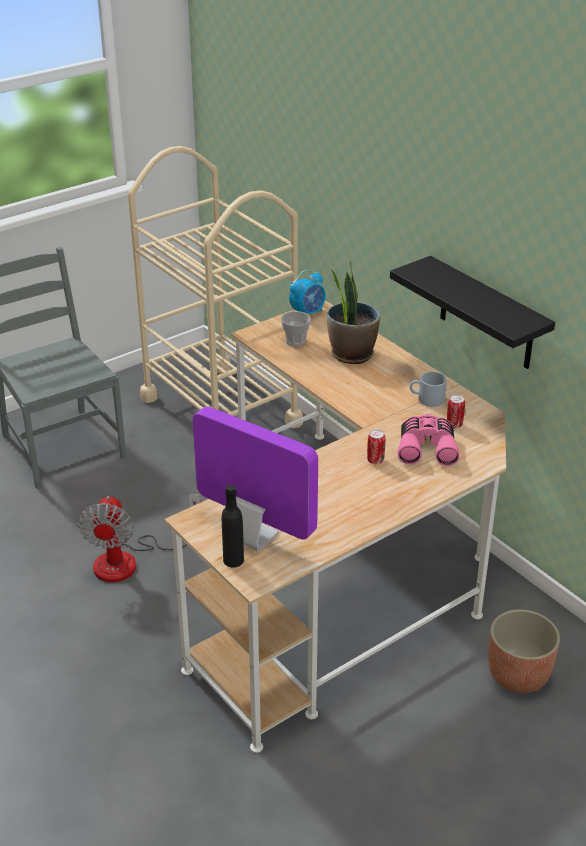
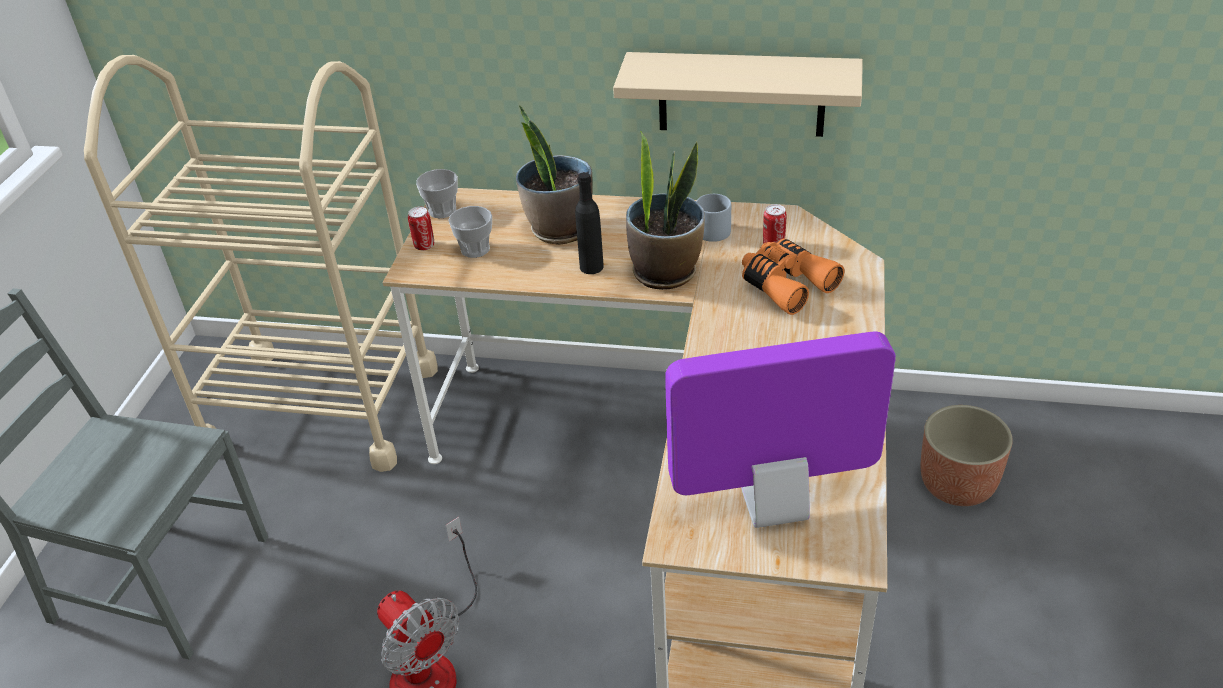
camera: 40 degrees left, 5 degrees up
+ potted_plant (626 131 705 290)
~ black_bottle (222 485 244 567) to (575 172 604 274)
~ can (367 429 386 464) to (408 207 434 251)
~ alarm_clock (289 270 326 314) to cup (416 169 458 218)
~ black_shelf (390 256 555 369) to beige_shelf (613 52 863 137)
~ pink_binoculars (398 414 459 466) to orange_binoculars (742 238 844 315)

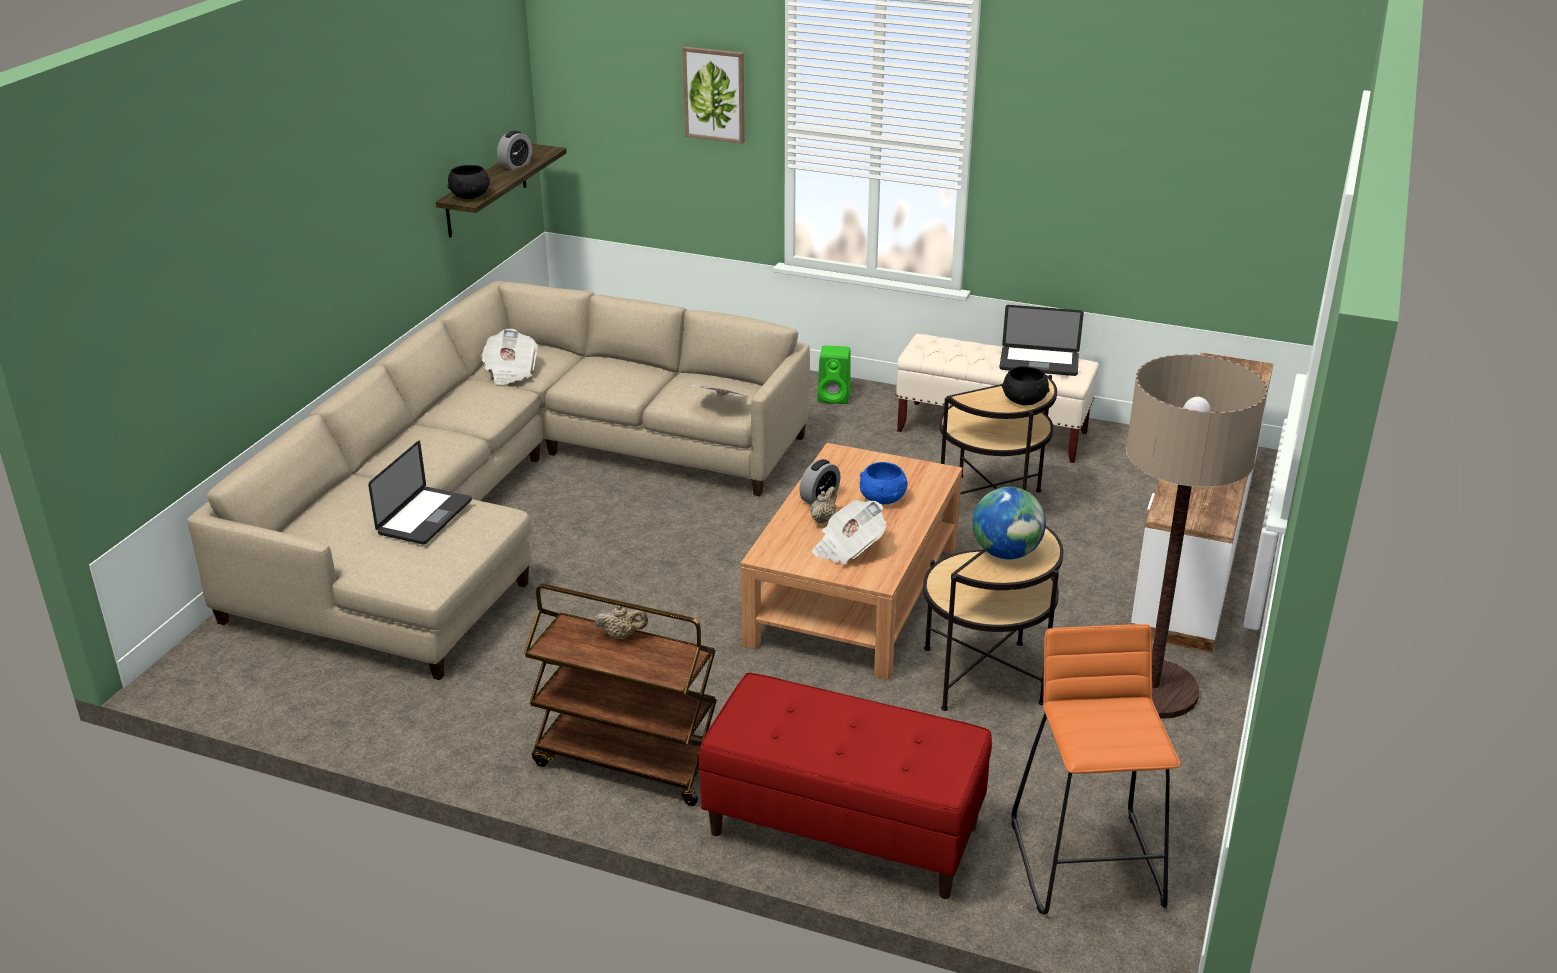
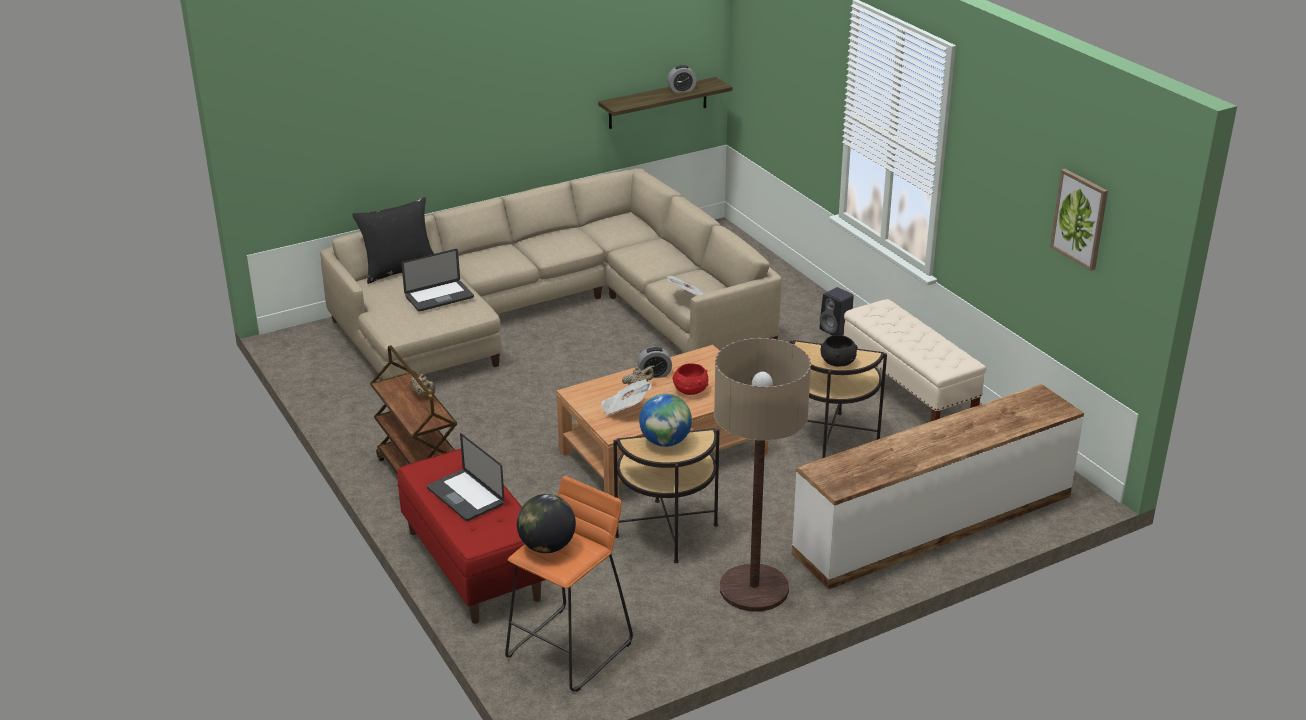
camera: 40 degrees right, 0 degrees up
- black_bowl (448 165 490 199)
- newspaper (481 329 538 385)
+ black_pillow (352 197 434 284)
+ globe (517 494 576 553)
~ picture (683 47 745 144) to (1050 169 1108 271)
~ laptop (1000 305 1084 376) to (427 433 504 521)
~ green_speaker (818 345 851 404) to black_speaker (820 287 854 335)
~ blue_bowl (860 462 907 504) to red_bowl (672 363 708 395)

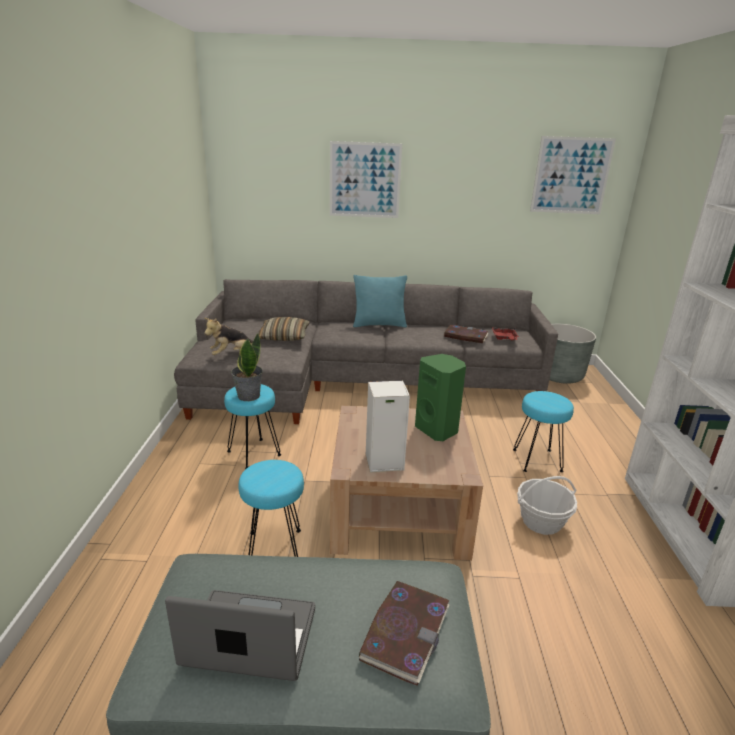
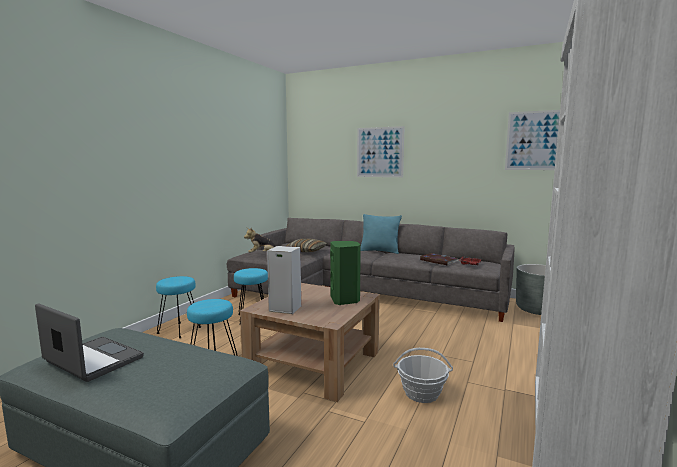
camera: 25 degrees right, 15 degrees down
- potted_plant (231 333 263 401)
- book (359 581 450 686)
~ turquoise_stool (513 391 574 472) to (156 276 201 338)

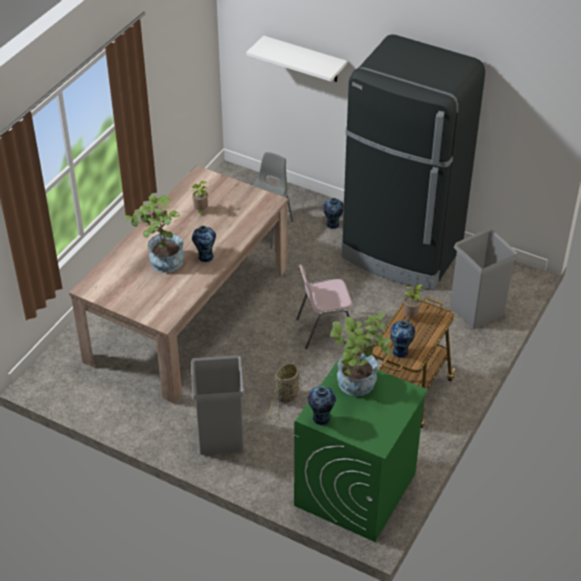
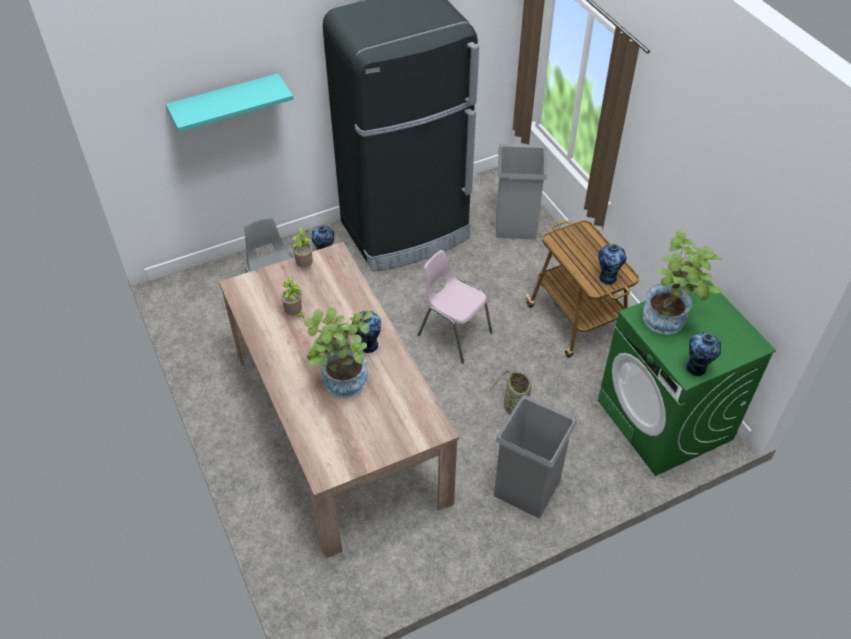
camera: 55 degrees left, 5 degrees up
~ potted_plant (404 284 423 317) to (292 227 313 268)
~ white_shelf (246 36 347 82) to turquoise_shelf (166 74 294 132)
~ pink_chair (296 265 353 349) = (418 250 493 364) 105 degrees clockwise

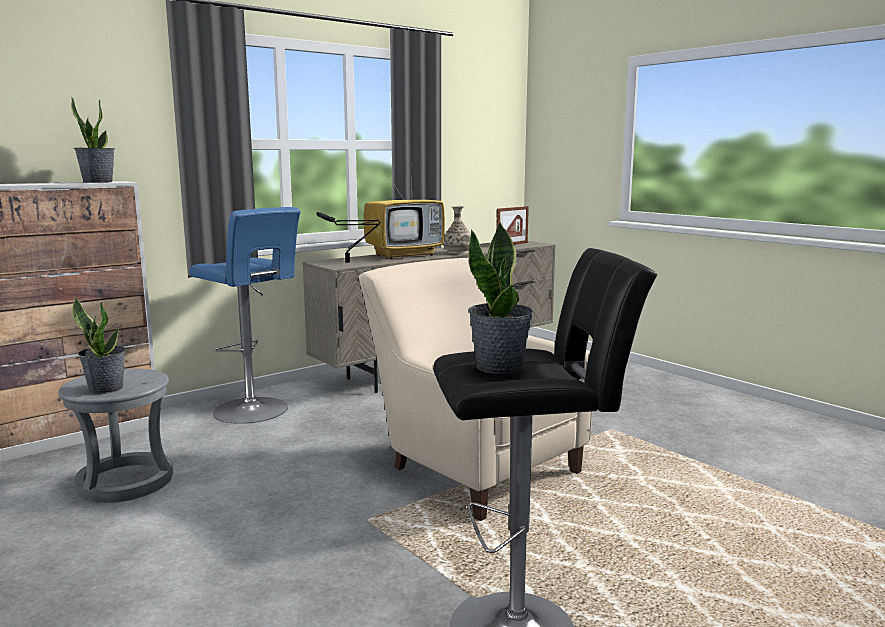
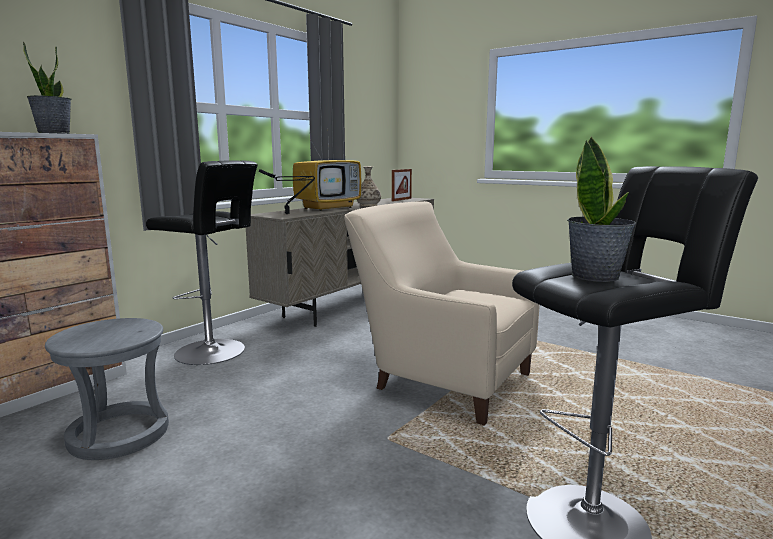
camera: 15 degrees left, 0 degrees up
- potted_plant (72 297 126 394)
~ blue_stool (189 207 301 424) to black_stool (146 160 258 365)

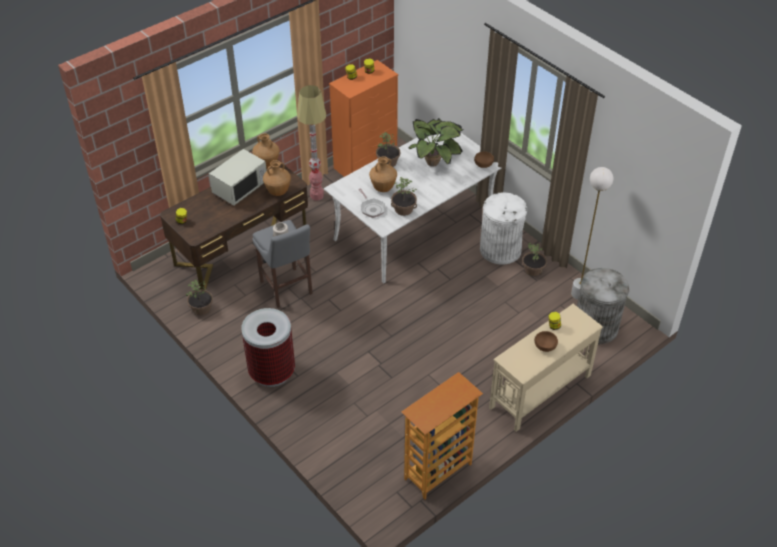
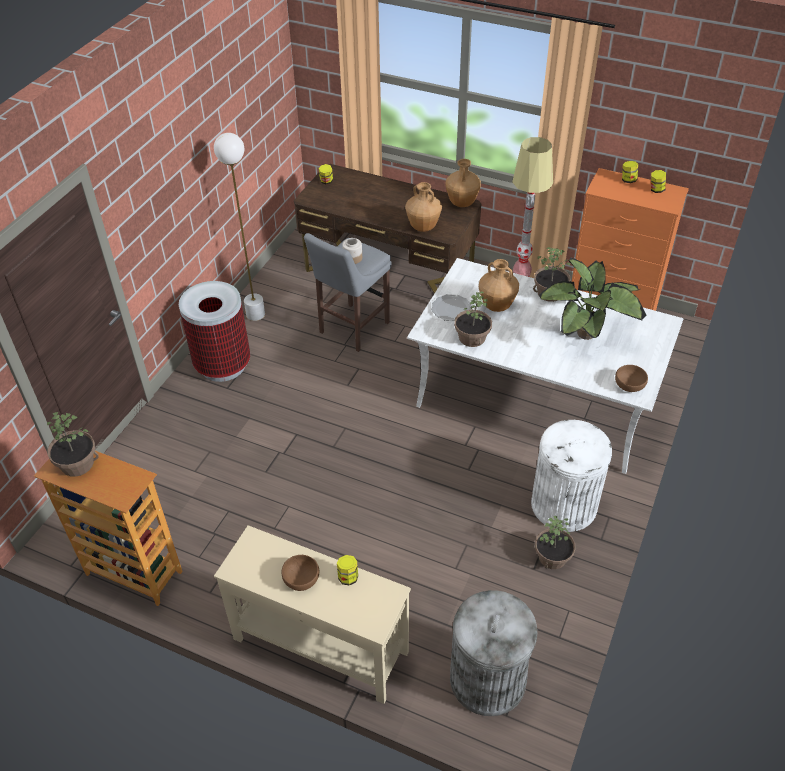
camera: 65 degrees right, 0 degrees up
- white_microwave (209 149 267 206)
~ potted_plant (186 280 213 315) to (47 412 99 477)
~ white_floor_lamp (571 167 614 300) to (214 133 265 321)
~ frying_pan (358 188 385 218) to plate (431 294 472 321)

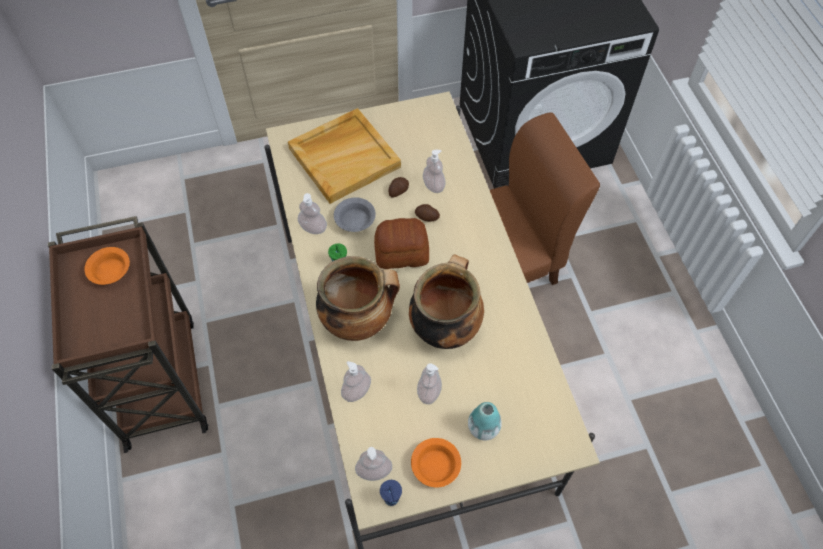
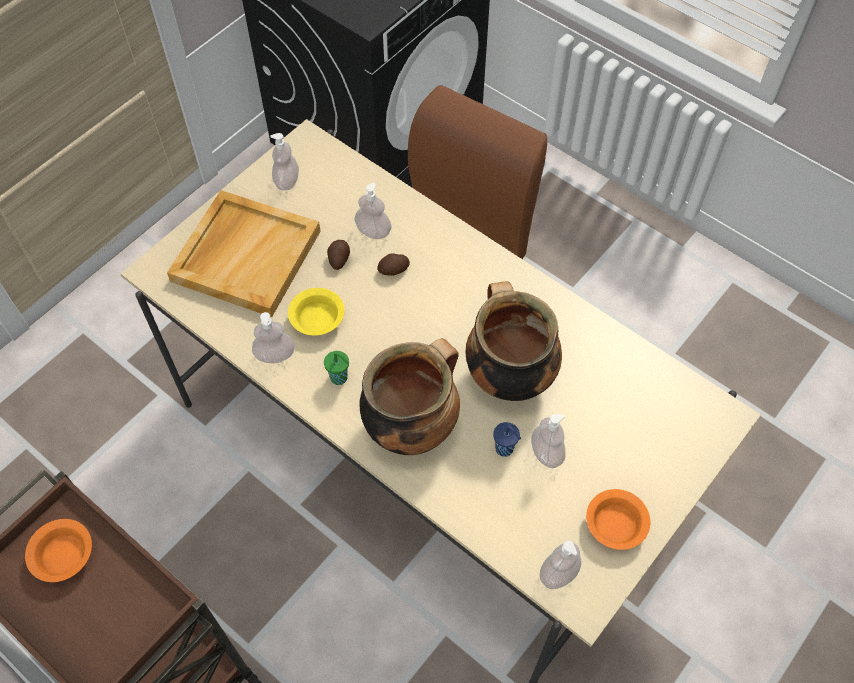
camera: 35 degrees left, 0 degrees up
- bread (374 218 429 269)
- vase (468 402 502 440)
~ soap_dispenser (341 361 371 402) to (270 133 299 191)
~ blue_cup (380 480 402 506) to (493 422 521 457)
~ grey_bowl (334 197 376 232) to yellow_bowl (288 288 344 335)

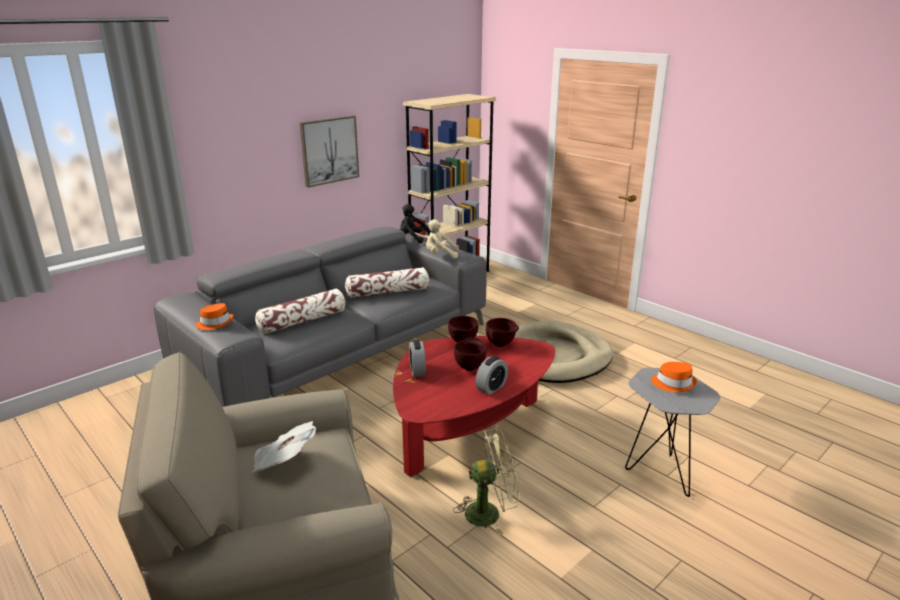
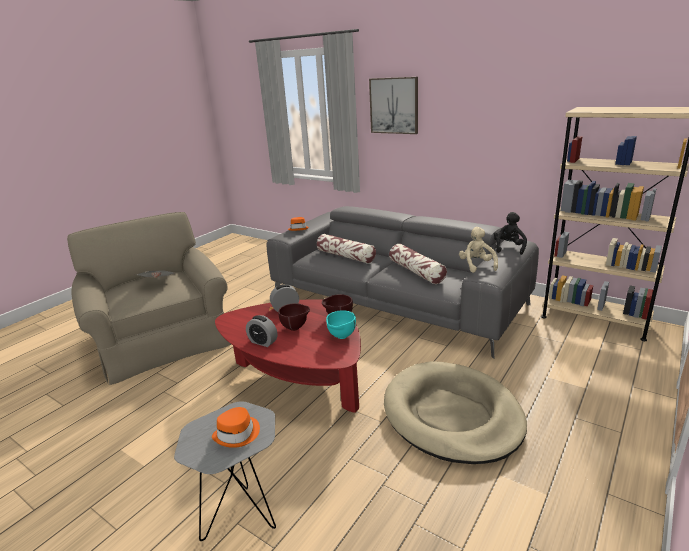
camera: 80 degrees right, 0 degrees up
- green_fan (453 428 520 535)
~ picture (300 116 359 188) to (369 77 418 134)
~ brown_bowl (486 318 519 347) to turquoise_bowl (326 310 356 339)

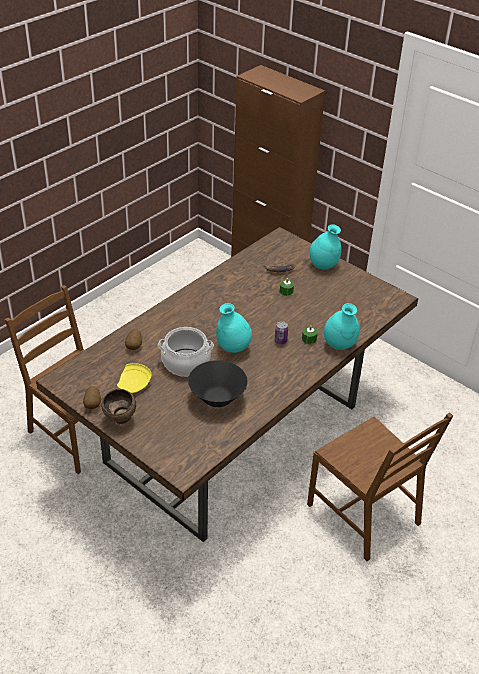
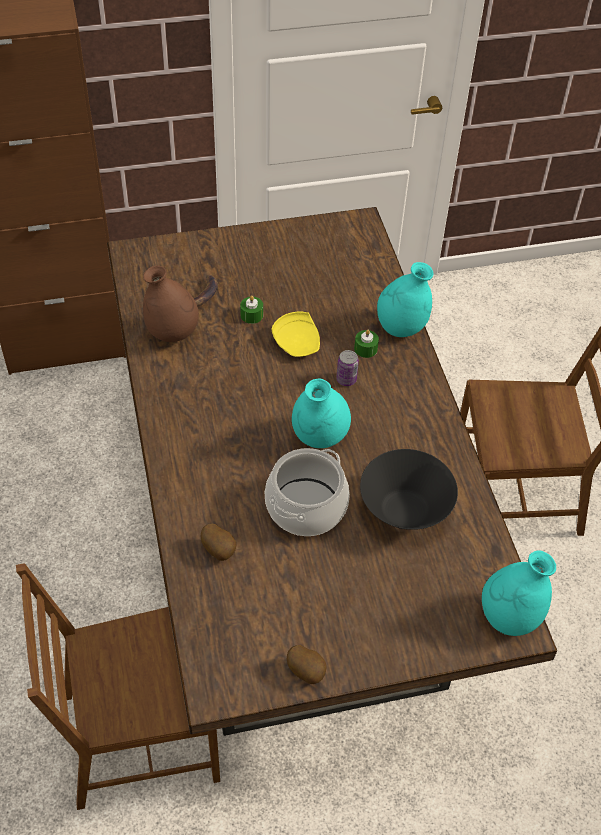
camera: 55 degrees left, 10 degrees up
- brown_bowl (102 389 136 424)
+ brown_vase (143 265 199 342)
~ yellow_plate (117 363 152 393) to (271 311 320 357)
~ turquoise_vase (310 224 341 269) to (482 551 556 636)

